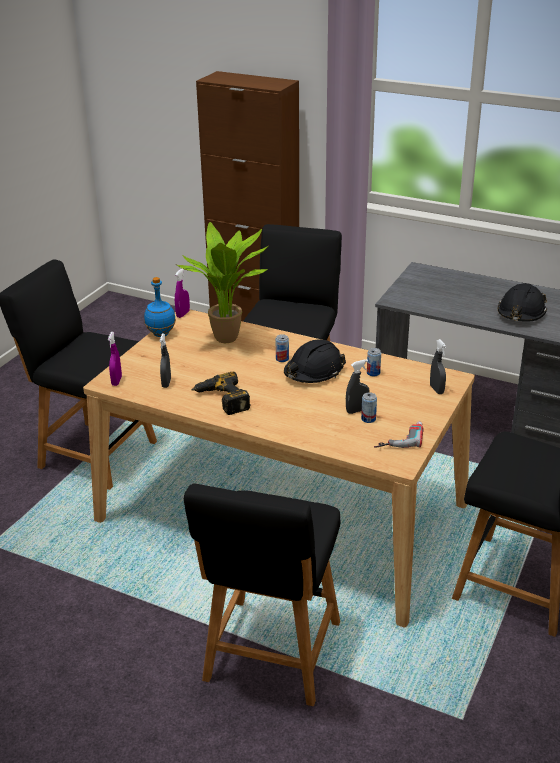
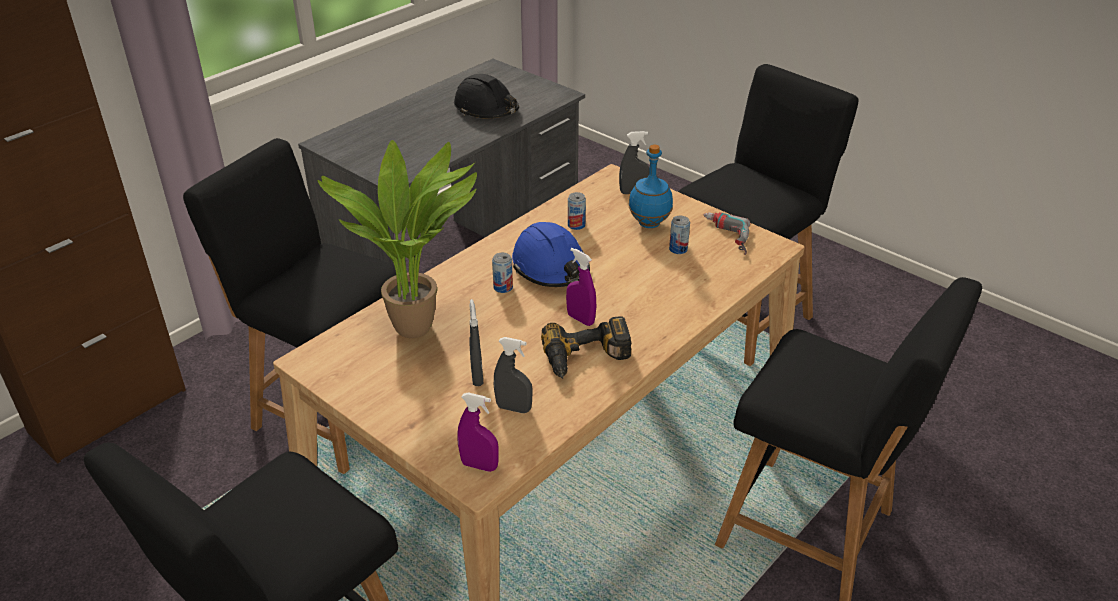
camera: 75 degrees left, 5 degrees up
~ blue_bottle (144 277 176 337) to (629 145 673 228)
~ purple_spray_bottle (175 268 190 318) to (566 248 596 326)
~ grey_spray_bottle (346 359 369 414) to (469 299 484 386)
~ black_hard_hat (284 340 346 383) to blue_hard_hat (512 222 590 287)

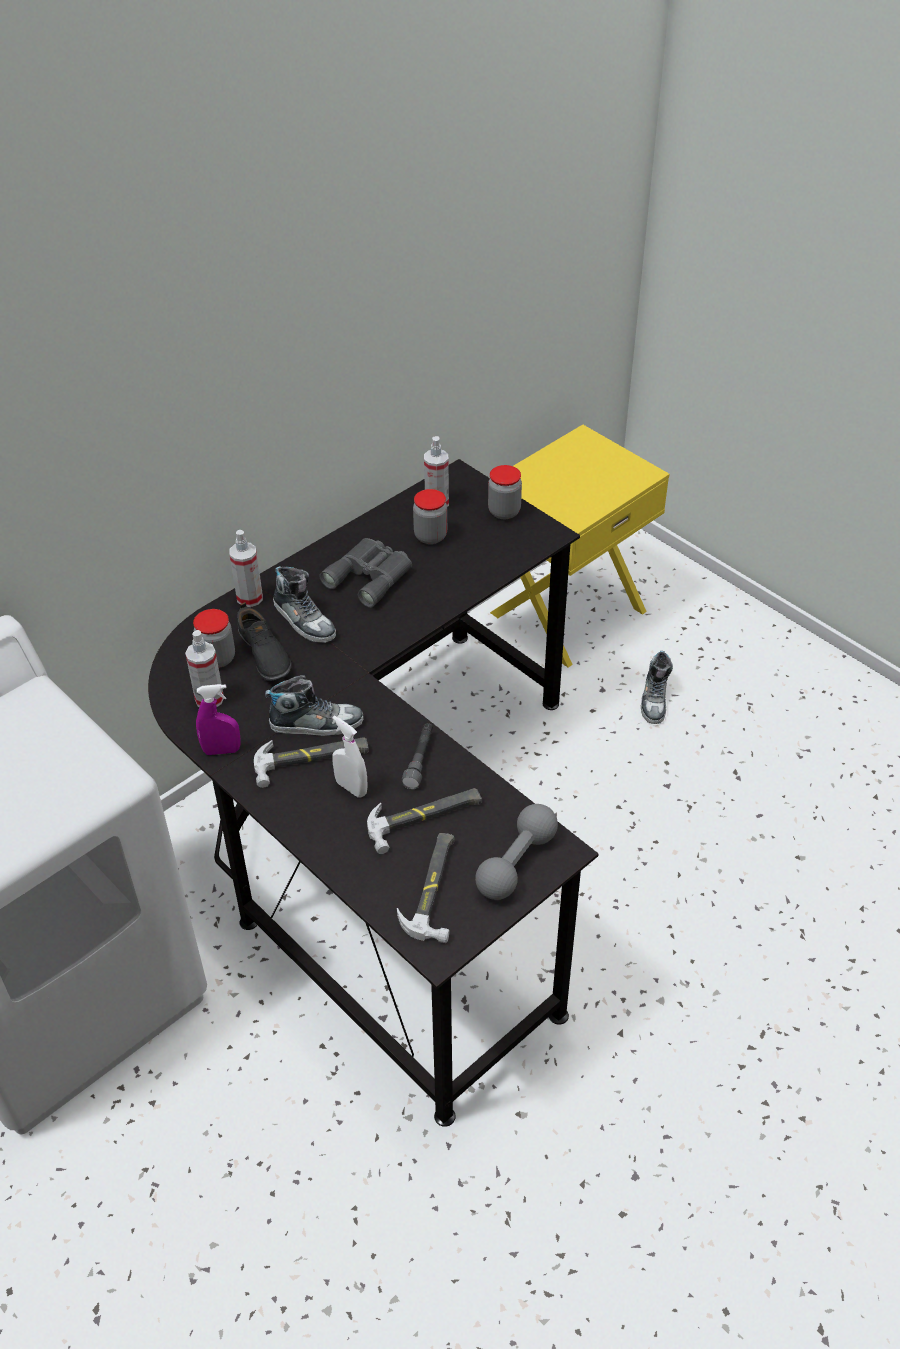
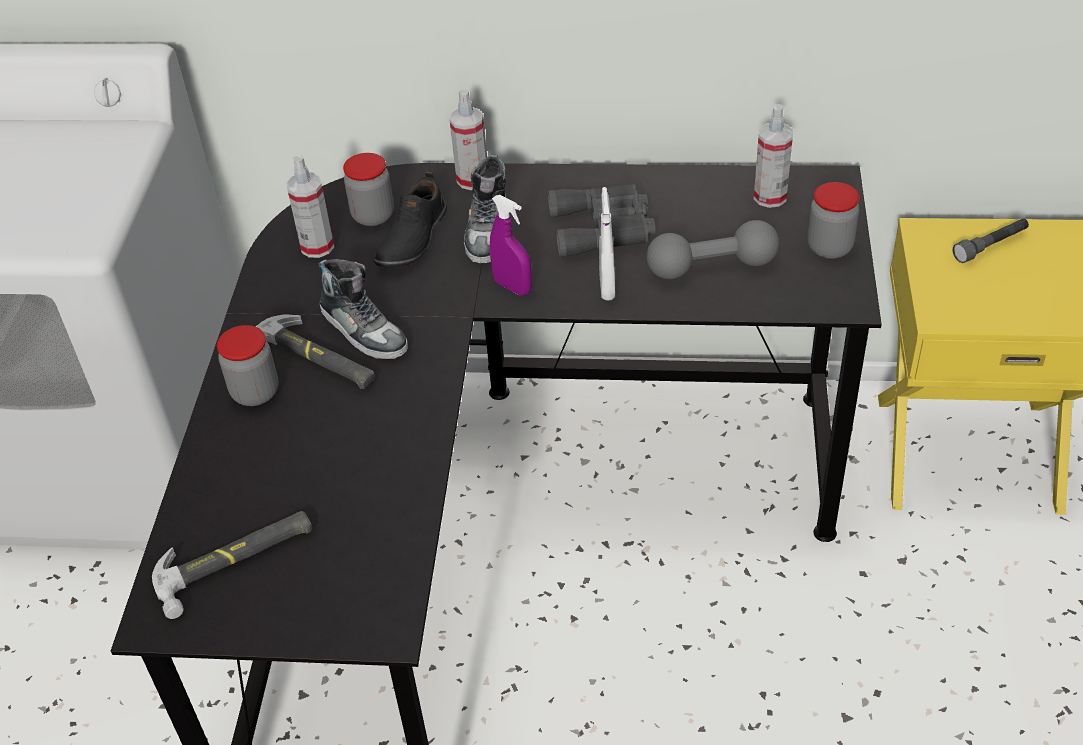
camera: 50 degrees right, 0 degrees up
- hammer (367 788 482 854)
- shoe (641 651 673 724)
~ purple_spray_bottle (196 684 241 755) to (490 195 532 296)
~ white_spray_bottle (332 716 367 797) to (599 187 615 300)
~ grey_flashlight (401 723 433 789) to (953 218 1029 263)
~ jar (413 489 447 544) to (217 325 278 406)
~ grey_dumbbell (475 804 558 900) to (646 220 779 279)

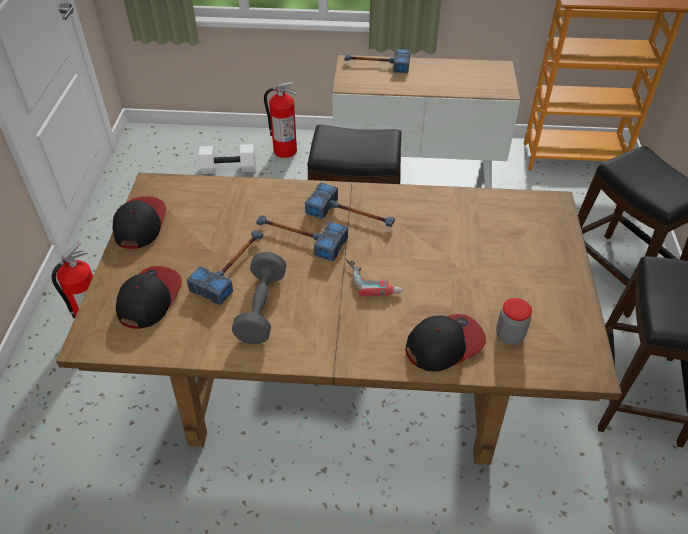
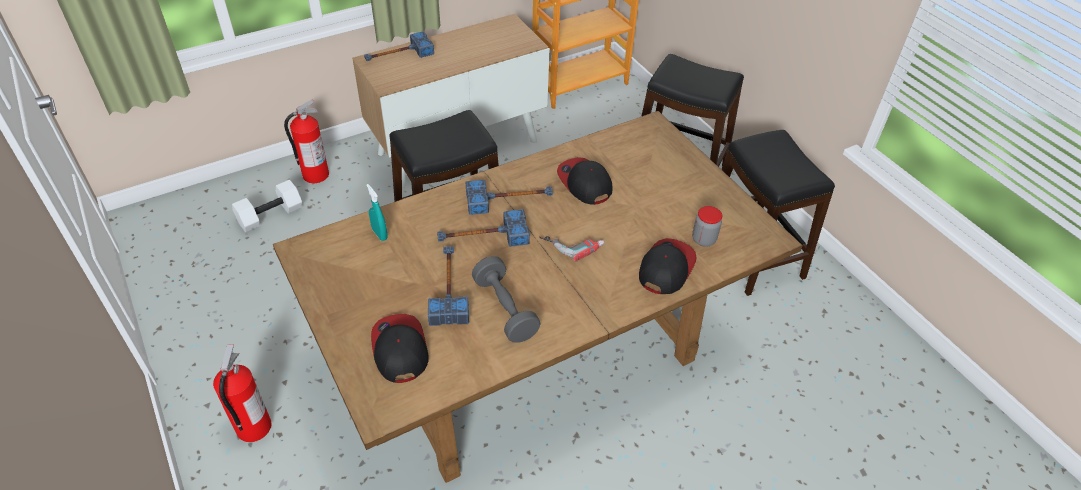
camera: 35 degrees left, 0 degrees up
+ turquoise_spray_bottle (366 184 388 241)
~ cap (113 196 166 249) to (557 157 613 205)

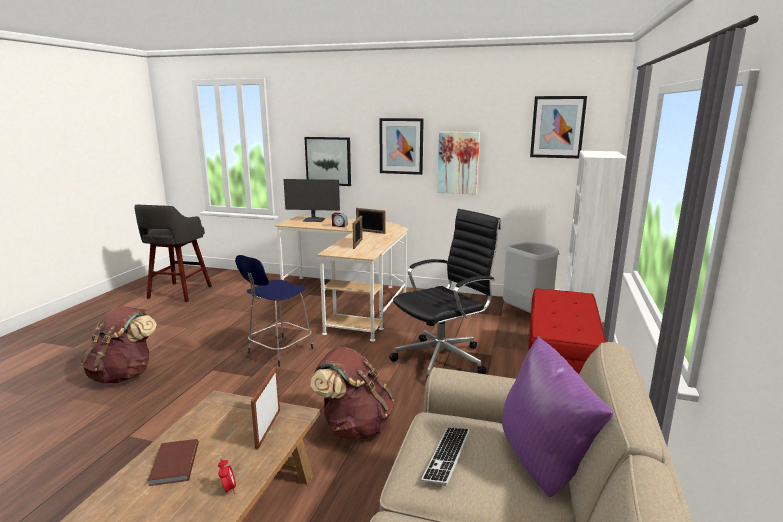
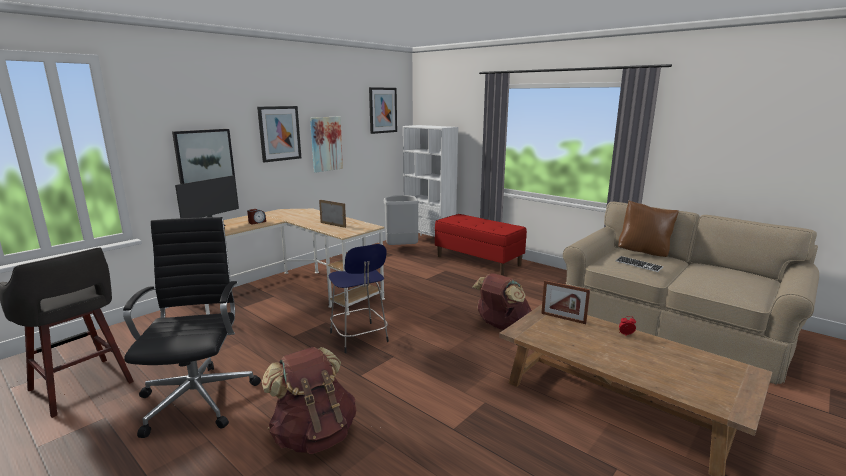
camera: 65 degrees left, 0 degrees up
- brown_book (148 439 199 486)
- picture_frame (356 208 385 234)
~ black_office_chair (389 209 501 380) to (123 217 261 438)
~ purple_pillow (502 336 613 497) to brown_pillow (619 200 679 257)

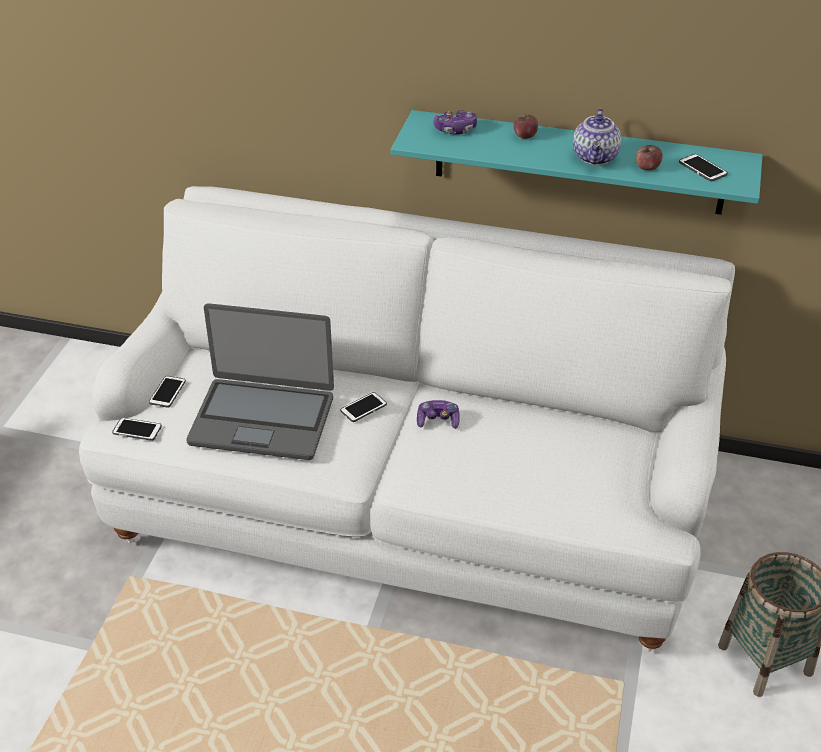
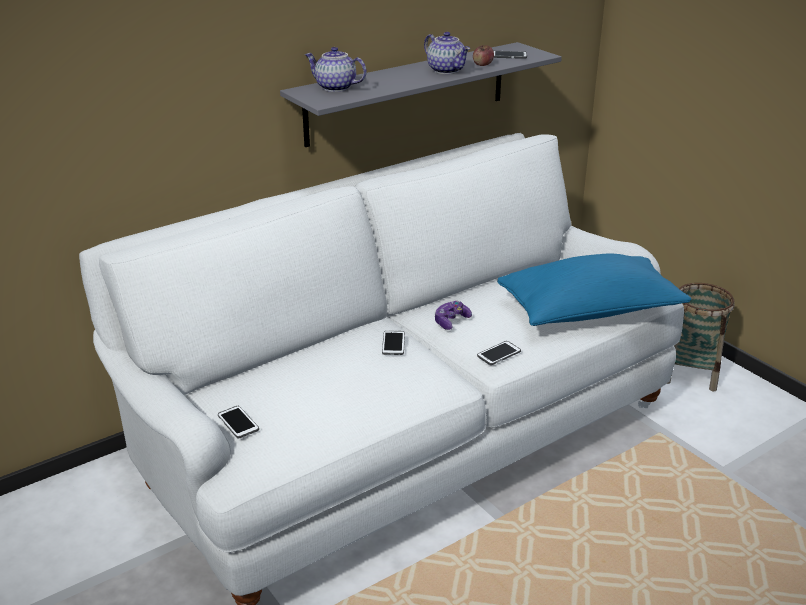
camera: 50 degrees left, 10 degrees down
- laptop (186 303 334 460)
- apple (513 113 538 139)
+ blue_pillow (497 254 691 326)
~ phone (112 418 162 441) to (477 341 521 365)
~ game_controller (433 110 477 135) to teapot (305 47 367 92)
~ turquoise_shelf (391 110 763 215) to grey_shelf (280 42 562 147)

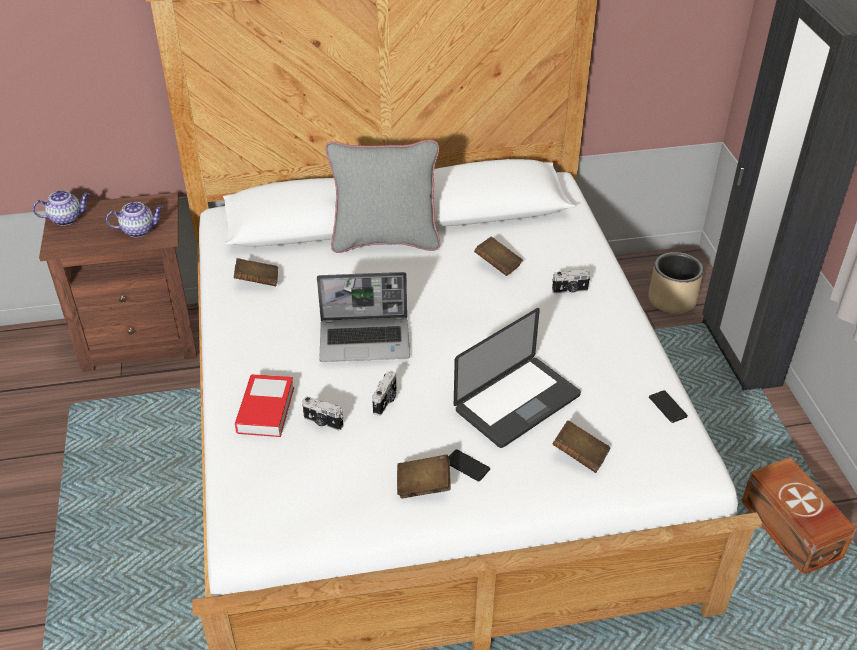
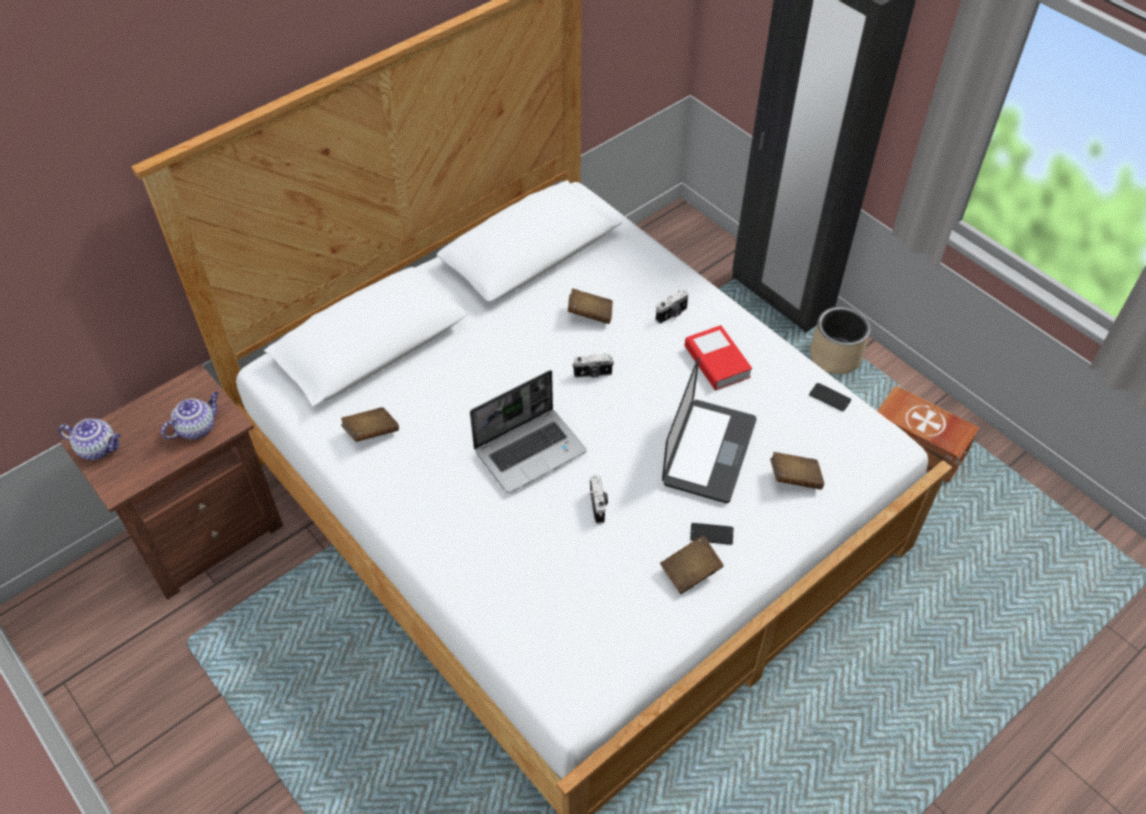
camera: 30 degrees left, 10 degrees up
- grey_pillow (325 140 440 253)
~ book (235 374 294 437) to (685 325 752 390)
~ photo_camera (302 397 343 431) to (572 354 614 378)
~ beige_planter (648 252 704 314) to (810 306 871 374)
~ teapot (33 191 89 226) = (58 419 121 460) 60 degrees clockwise

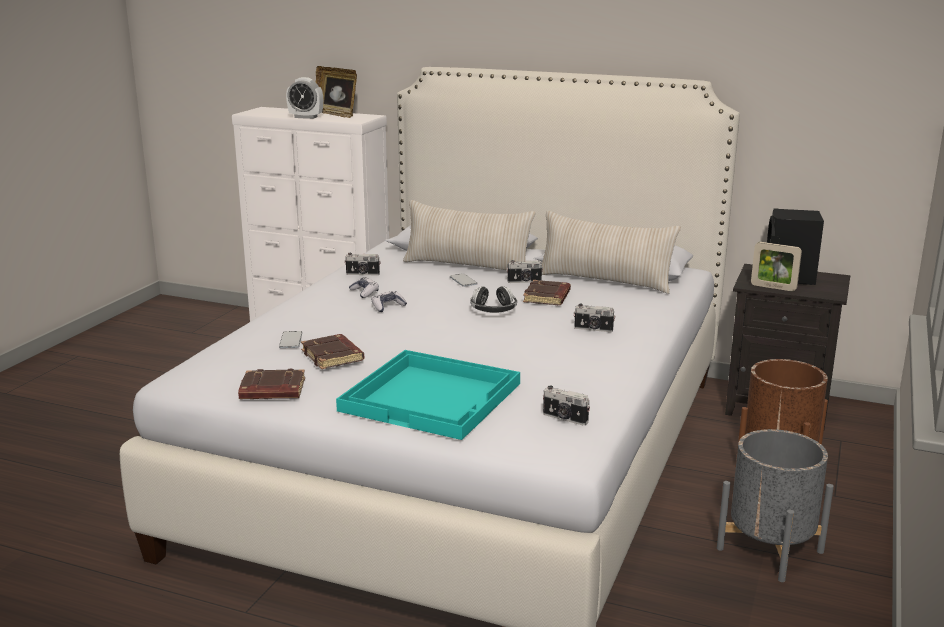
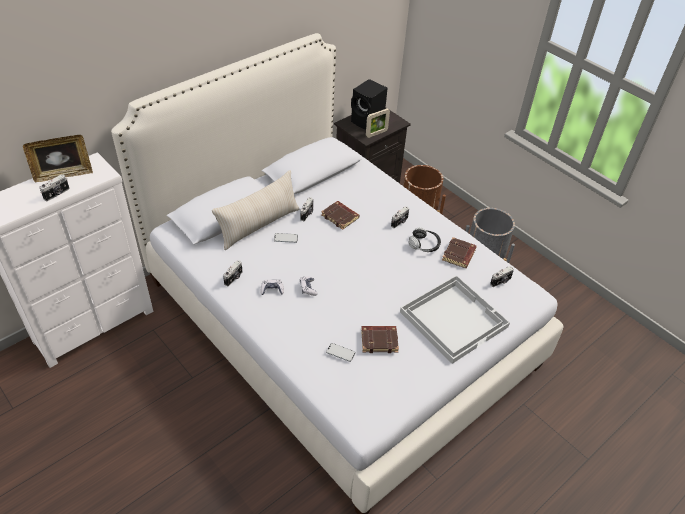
camera: 65 degrees left, 25 degrees up
- beige_pillow (542 211 681 294)
~ brown_book (238 369 305 399) to (442 237 477 268)
~ headphones (470 286 517 313) to (409 227 441 252)
~ alarm_clock (286 77 323 119) to photo_camera (39 174 70 201)
~ turquoise_tray (336 350 520 440) to white_tray (400 275 510 364)

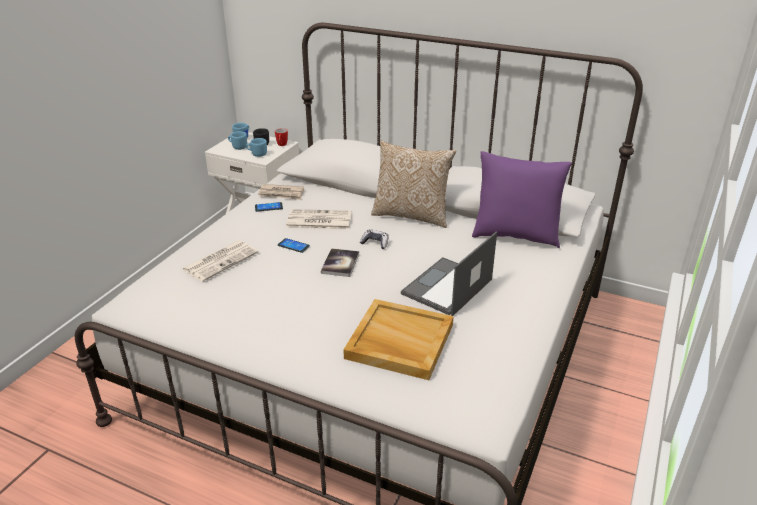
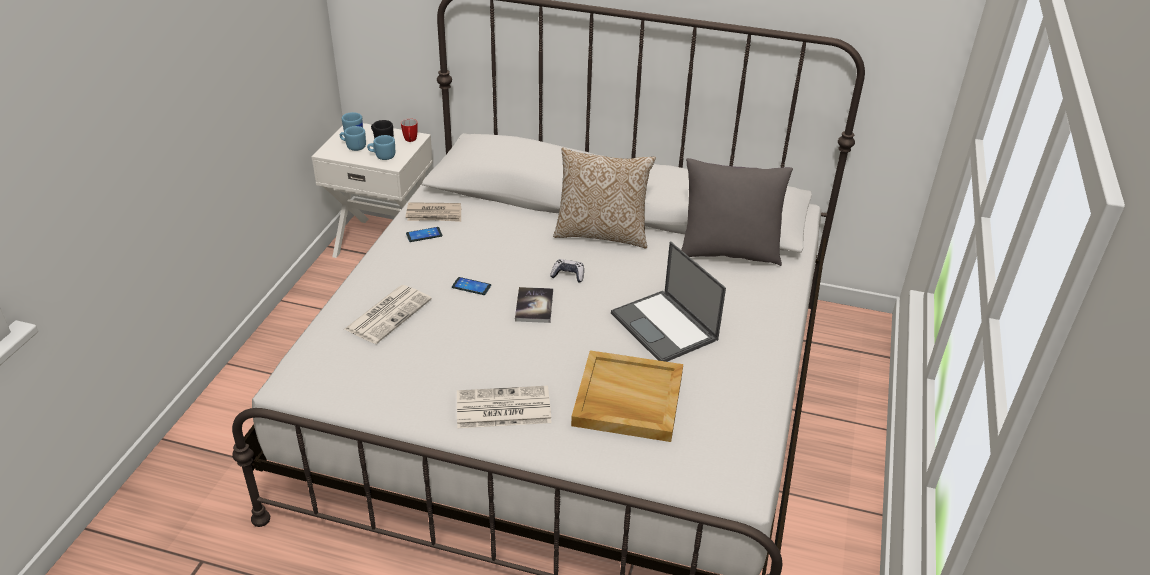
camera: 10 degrees left, 5 degrees up
~ newspaper (286 209 351 230) to (457 386 552 428)
~ purple_pillow (472 151 572 248) to grey_pillow (681 158 793 266)
~ laptop (401 232 497 316) = (611 241 726 362) 60 degrees counterclockwise

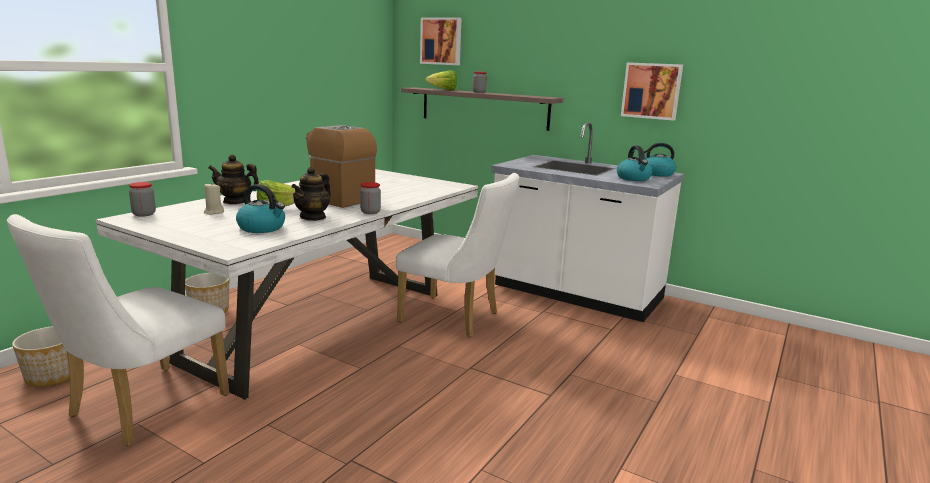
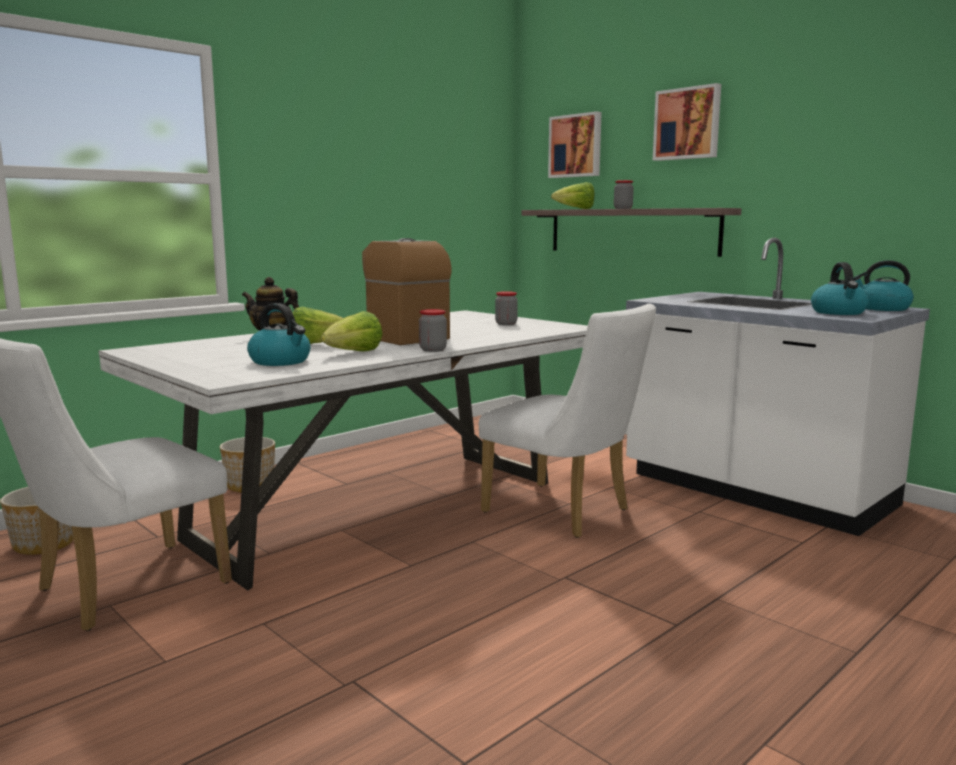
camera: 15 degrees right, 5 degrees down
- beige_candle (204 182 224 215)
~ jar (129 182 156 217) to (495 291 518 325)
~ picture (621 62 683 121) to (653 83 721 161)
~ teapot (291 167 331 221) to lettuce (321 311 383 352)

